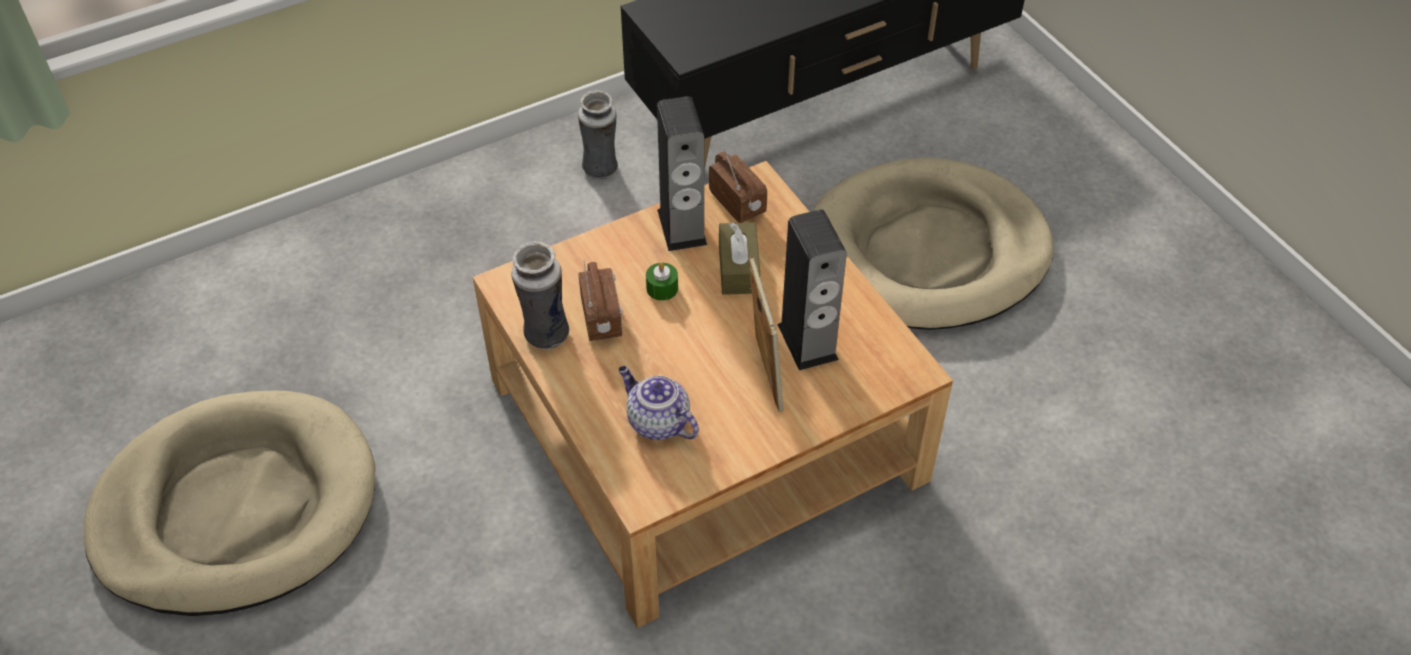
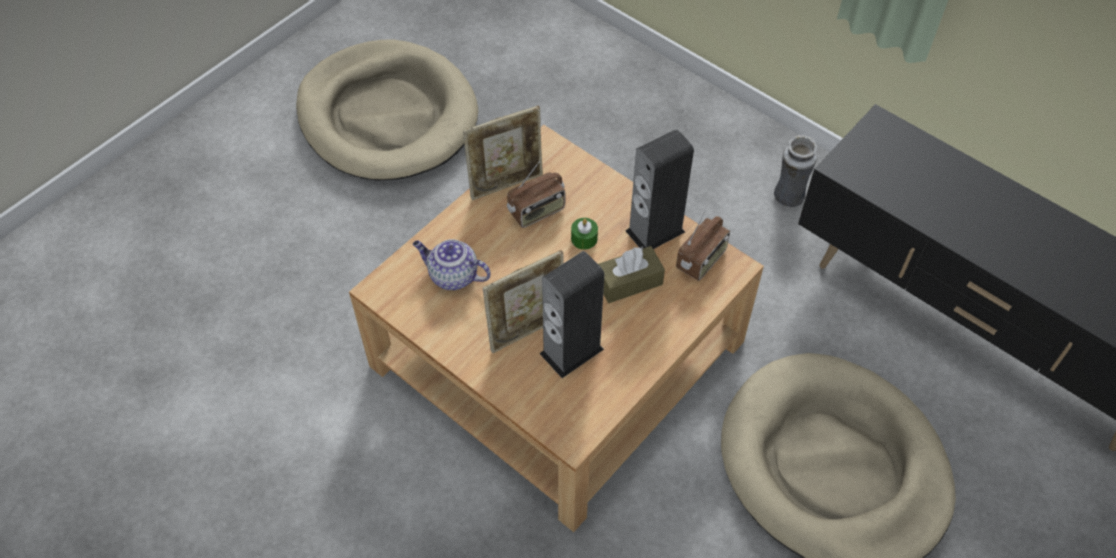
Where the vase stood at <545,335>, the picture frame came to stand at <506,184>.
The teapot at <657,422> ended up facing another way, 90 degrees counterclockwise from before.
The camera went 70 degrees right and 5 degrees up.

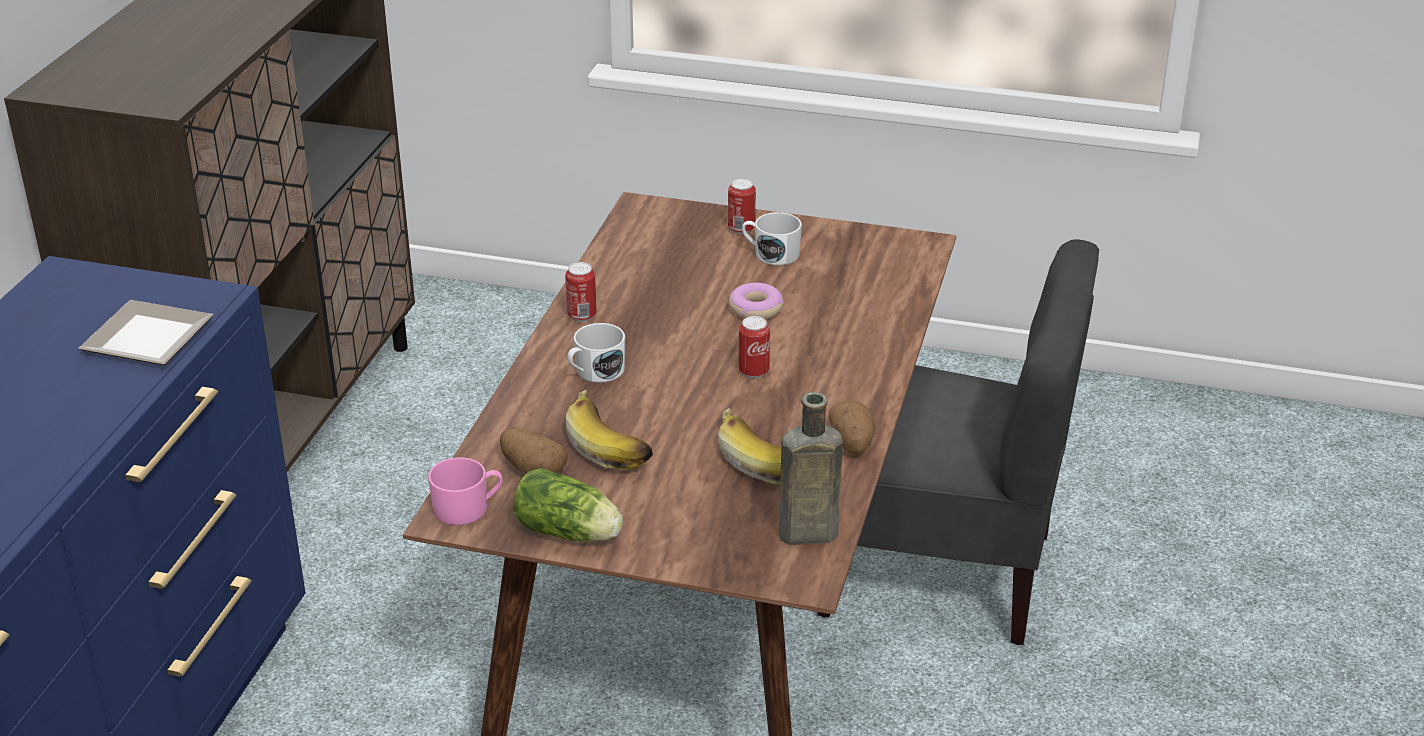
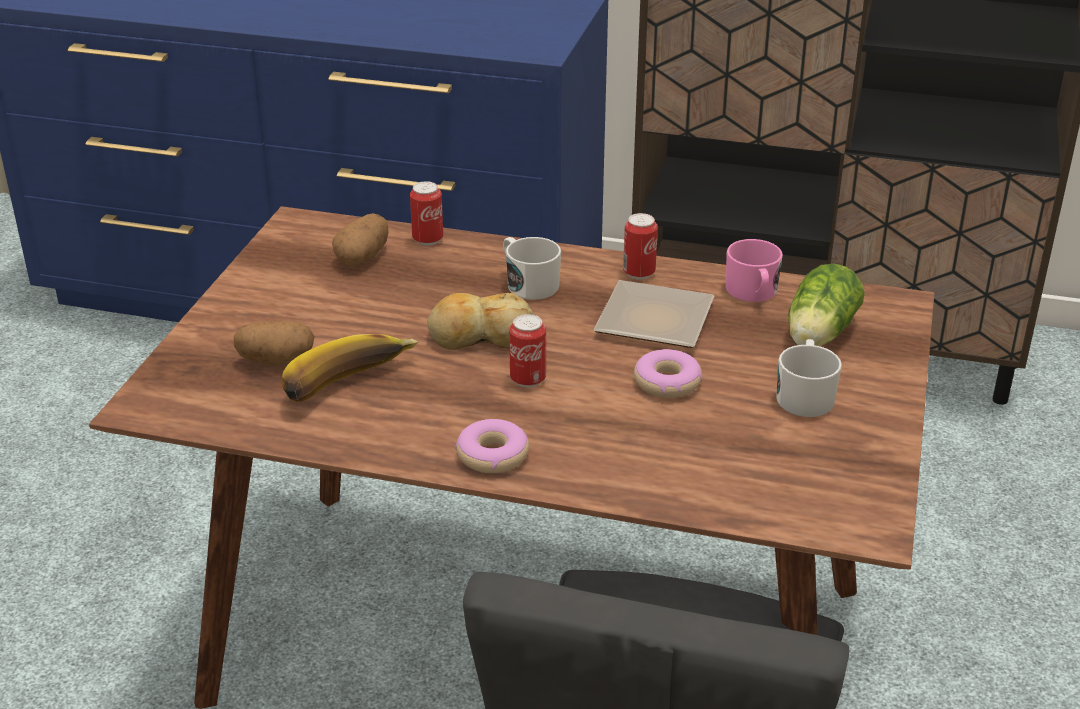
The plate ended up elsewhere, having gone from <153,337> to <657,323>.
The mug (pink) ended up elsewhere, having gone from <468,508> to <753,292>.
The lettuce ended up elsewhere, having gone from <571,533> to <818,335>.
The second view lost the banana at <613,445>.
The can ended up elsewhere, having gone from <741,229> to <427,240>.
The second view lost the bottle (brown) at <803,534>.
The potato ended up elsewhere, having gone from <852,443> to <276,360>.
The second view gained the bread at <480,336>.
The second view gained the donut at <493,455>.
The camera went 90 degrees right and 0 degrees up.

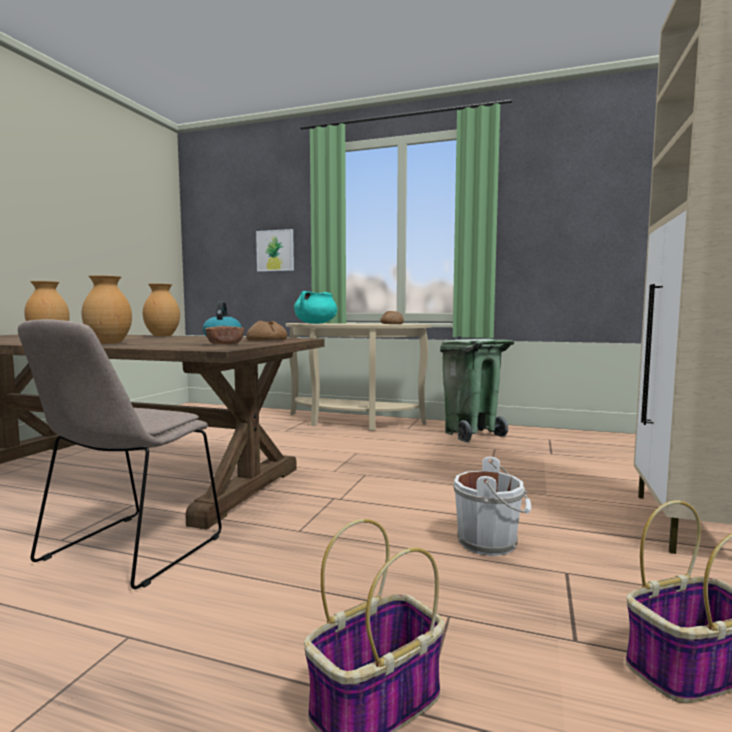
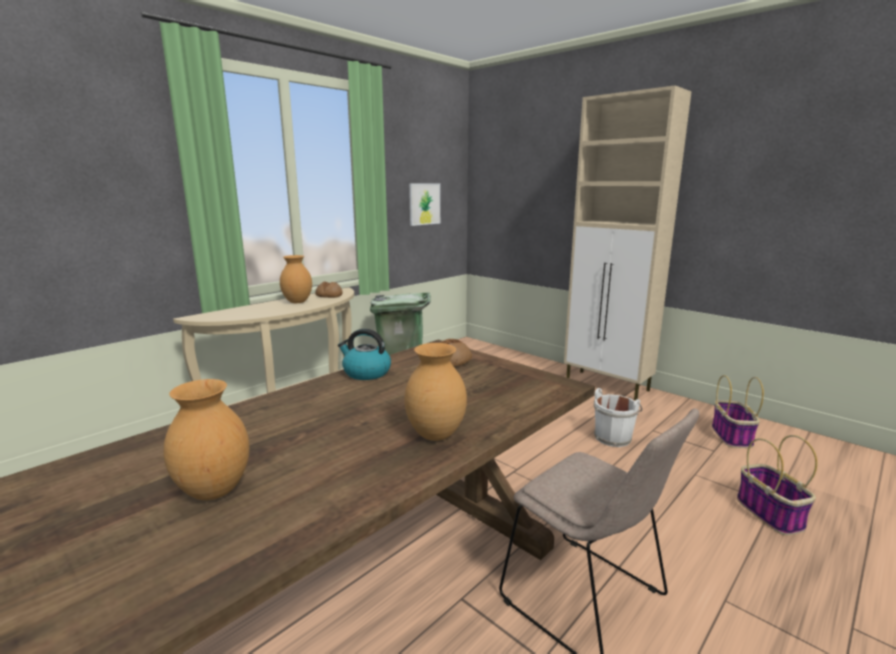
The vase (brown) ended up elsewhere, having gone from <162,336> to <297,302>.
The second view lost the bowl (brown) at <225,344>.
The picture ended up elsewhere, having gone from <275,250> to <424,204>.
The second view lost the cooking pot (turquoise) at <316,323>.
The camera went 65 degrees left and 10 degrees up.

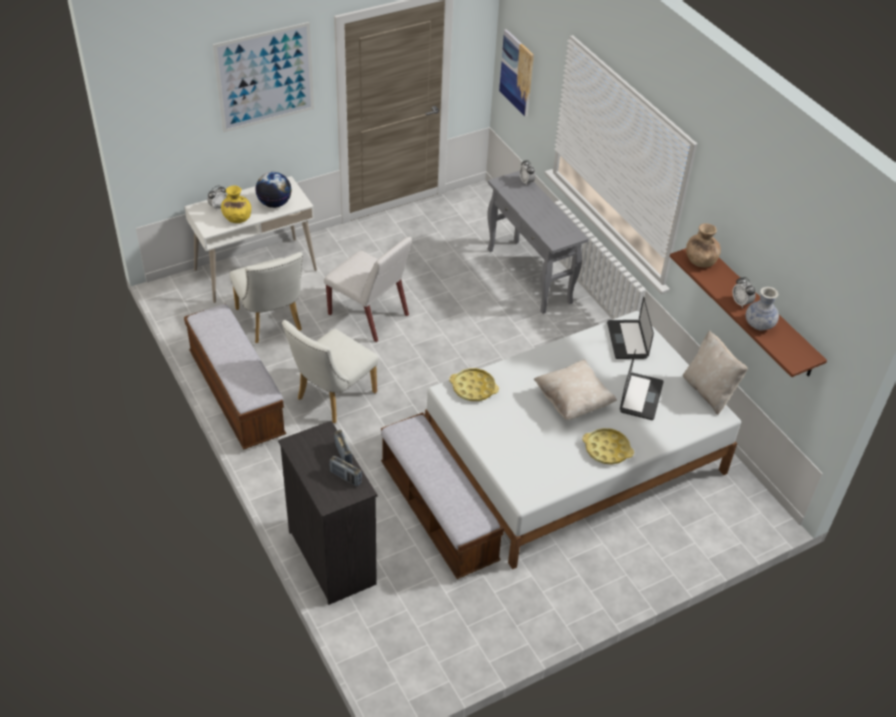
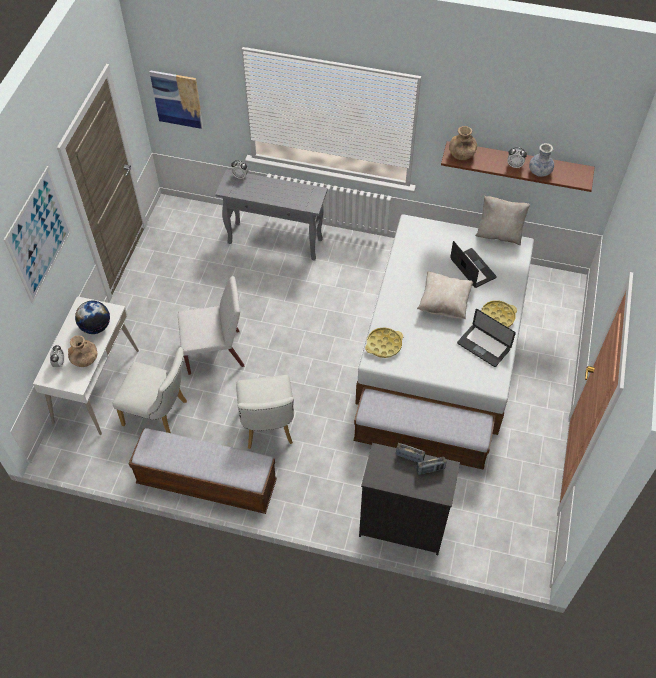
What was the vase (yellow) at <237,218> turned into the vase (brown) at <85,360>.
The laptop ended up elsewhere, having gone from <627,340> to <483,346>.
The camera went 45 degrees left and 10 degrees up.

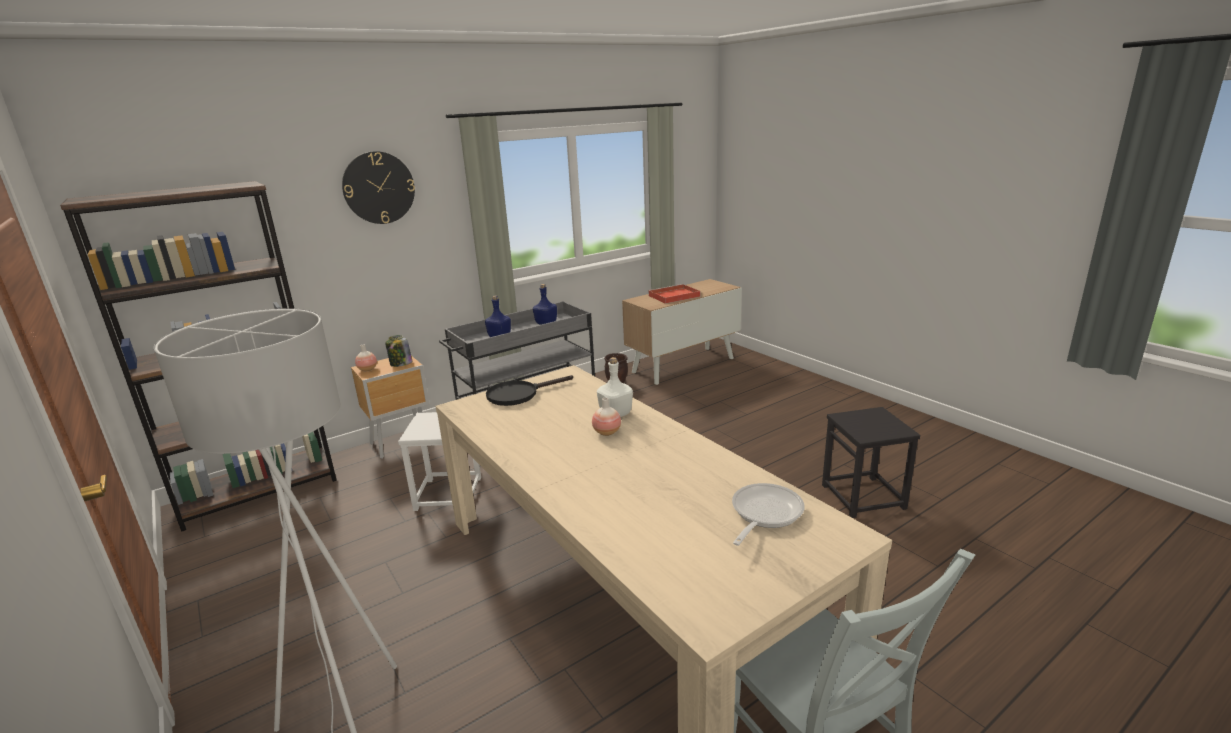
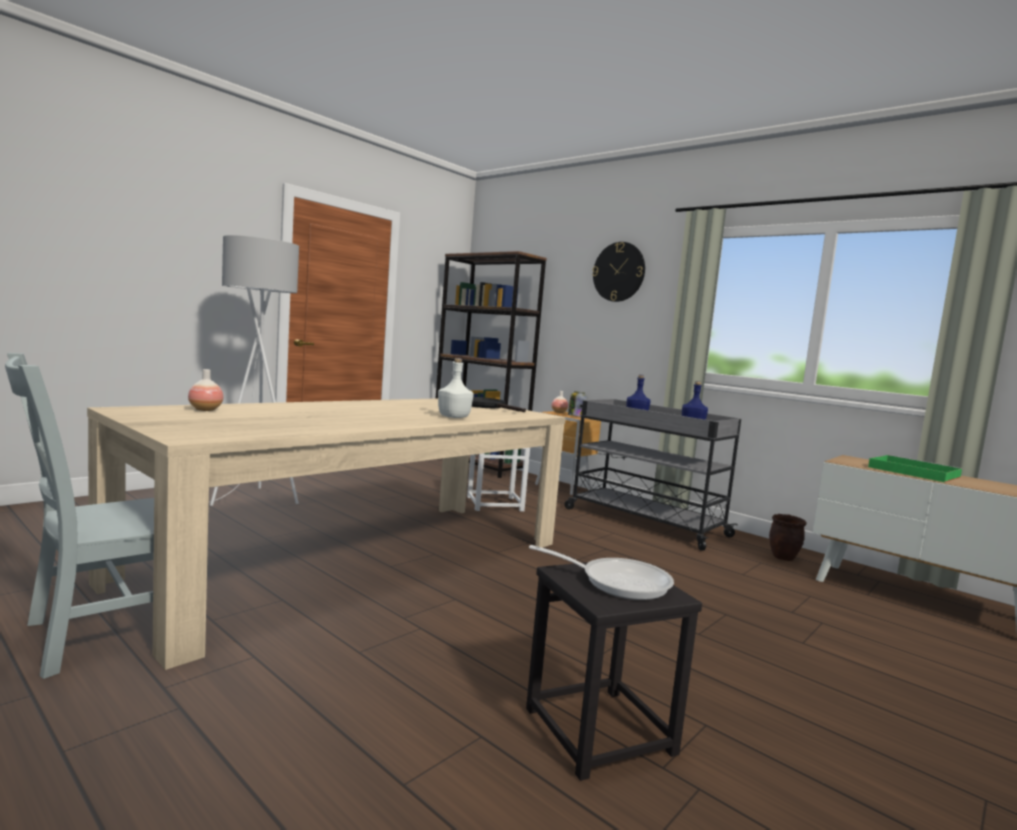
The vase ended up elsewhere, having gone from <607,432> to <205,410>.
What was the tray (red) at <673,296> turned into the tray (green) at <911,472>.
The frying pan ended up elsewhere, having gone from <763,514> to <617,582>.
The camera went 75 degrees right and 15 degrees down.

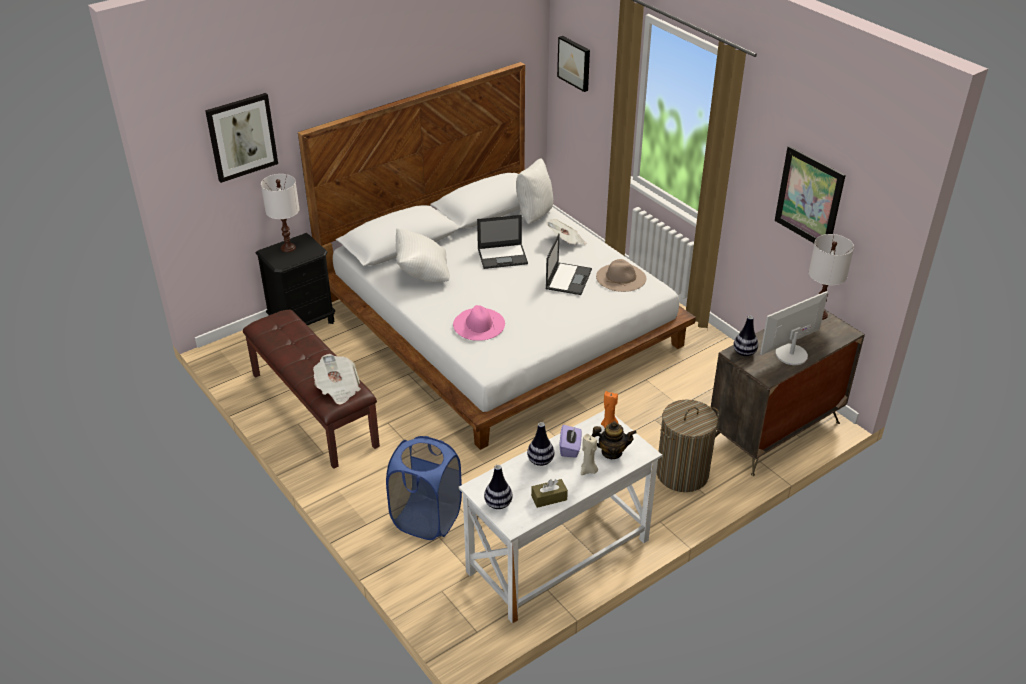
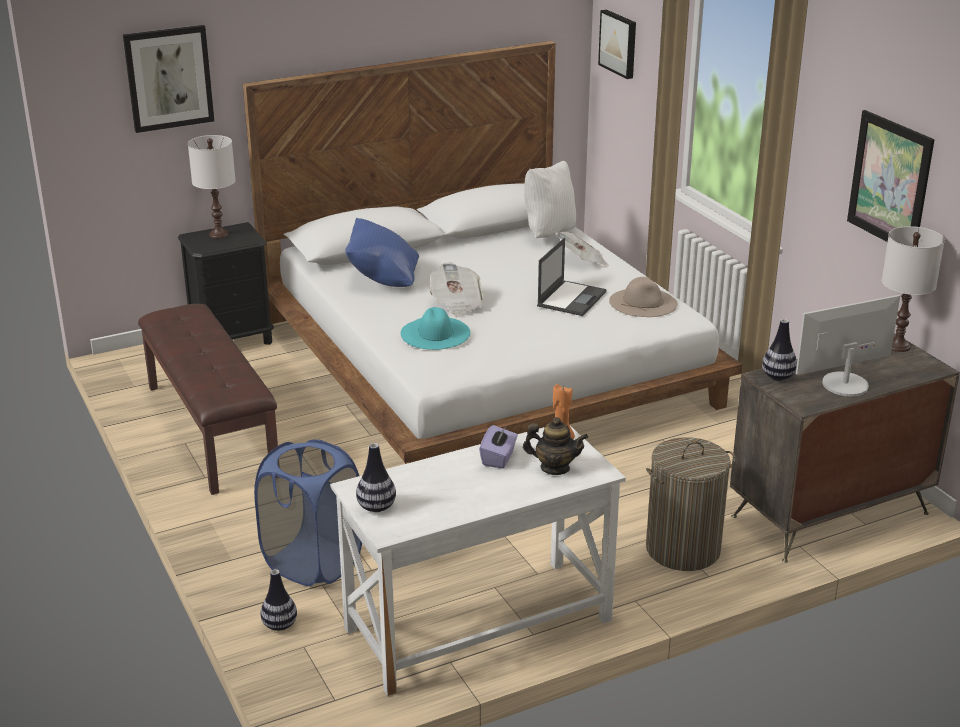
The newspaper ended up elsewhere, having gone from <338,388> to <456,303>.
What was the pillow (white) at <423,274> turned into the pillow (blue) at <383,279>.
What was the hat (pink) at <479,324> turned into the hat (turquoise) at <435,333>.
The second view lost the laptop at <503,256>.
The vase ended up elsewhere, having gone from <540,461> to <280,625>.
The second view lost the tissue box (brown) at <549,498>.
The second view lost the candle (beige) at <588,470>.
The camera went 10 degrees right and 10 degrees down.

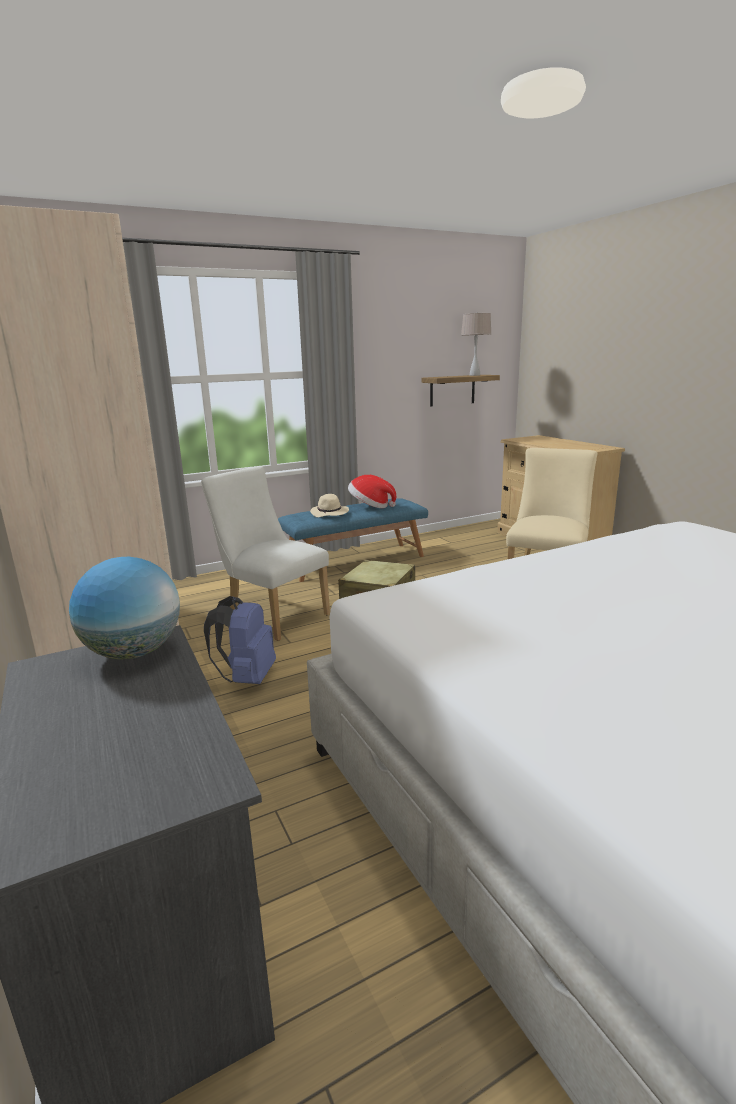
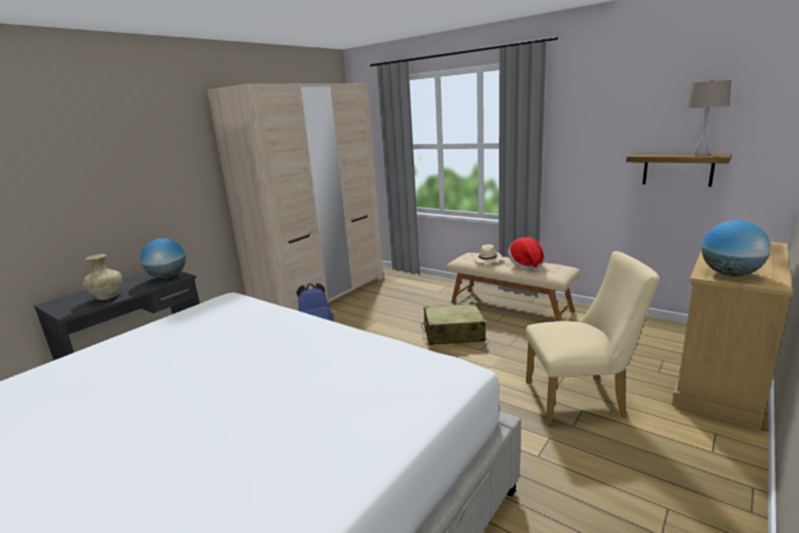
The second view lost the chair (white) at <272,615>.
What was the bench (blue) at <355,561> turned into the bench (beige) at <510,306>.
The second view gained the vase (beige) at <108,297>.
The second view gained the globe at <730,274>.
The camera went 65 degrees right and 0 degrees up.

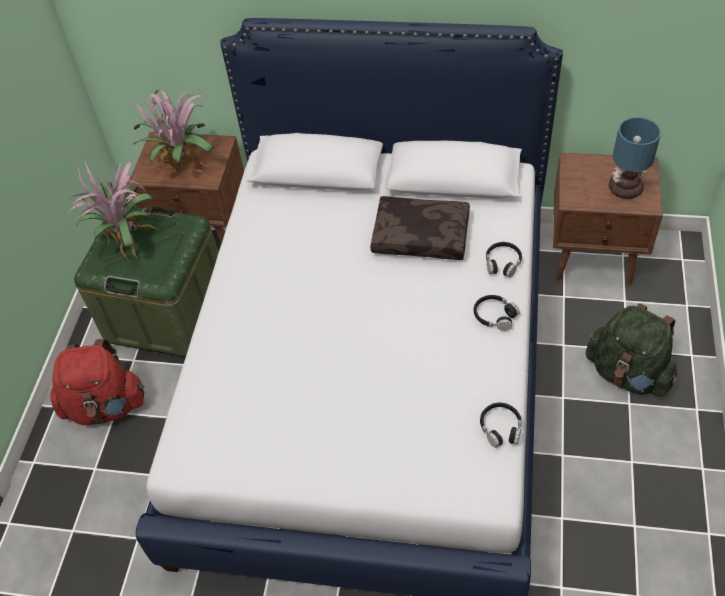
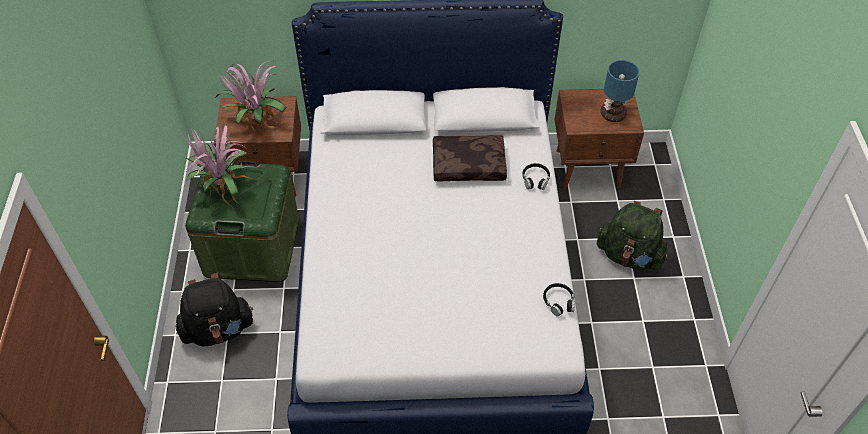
What was the backpack (red) at <105,406> turned into the backpack (black) at <218,329>.
The second view lost the headphones (black) at <494,316>.
The camera went 15 degrees left and 0 degrees up.

